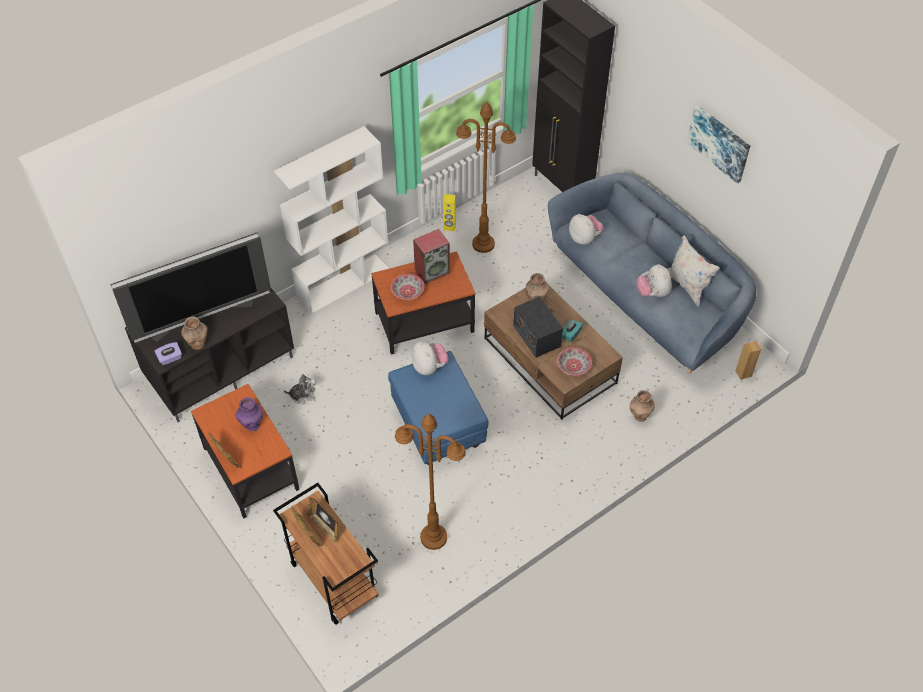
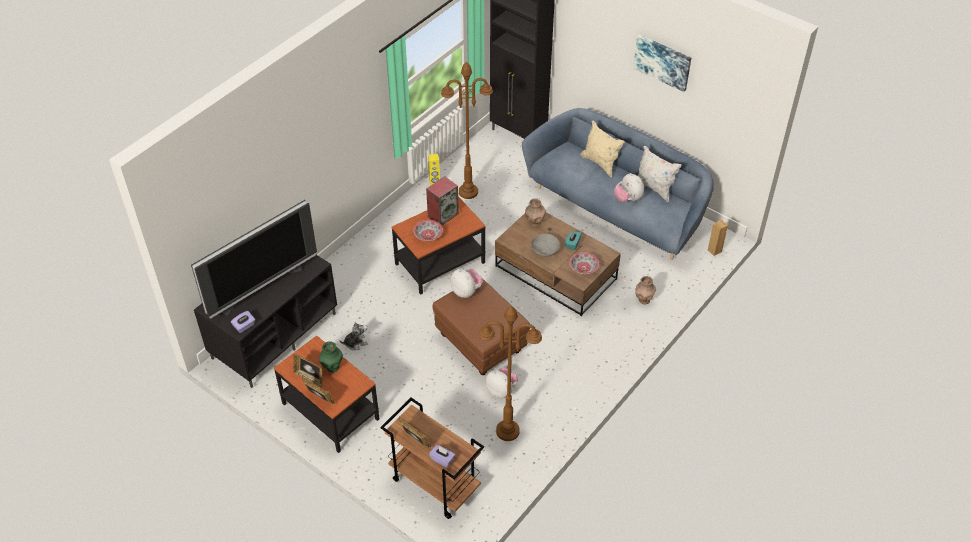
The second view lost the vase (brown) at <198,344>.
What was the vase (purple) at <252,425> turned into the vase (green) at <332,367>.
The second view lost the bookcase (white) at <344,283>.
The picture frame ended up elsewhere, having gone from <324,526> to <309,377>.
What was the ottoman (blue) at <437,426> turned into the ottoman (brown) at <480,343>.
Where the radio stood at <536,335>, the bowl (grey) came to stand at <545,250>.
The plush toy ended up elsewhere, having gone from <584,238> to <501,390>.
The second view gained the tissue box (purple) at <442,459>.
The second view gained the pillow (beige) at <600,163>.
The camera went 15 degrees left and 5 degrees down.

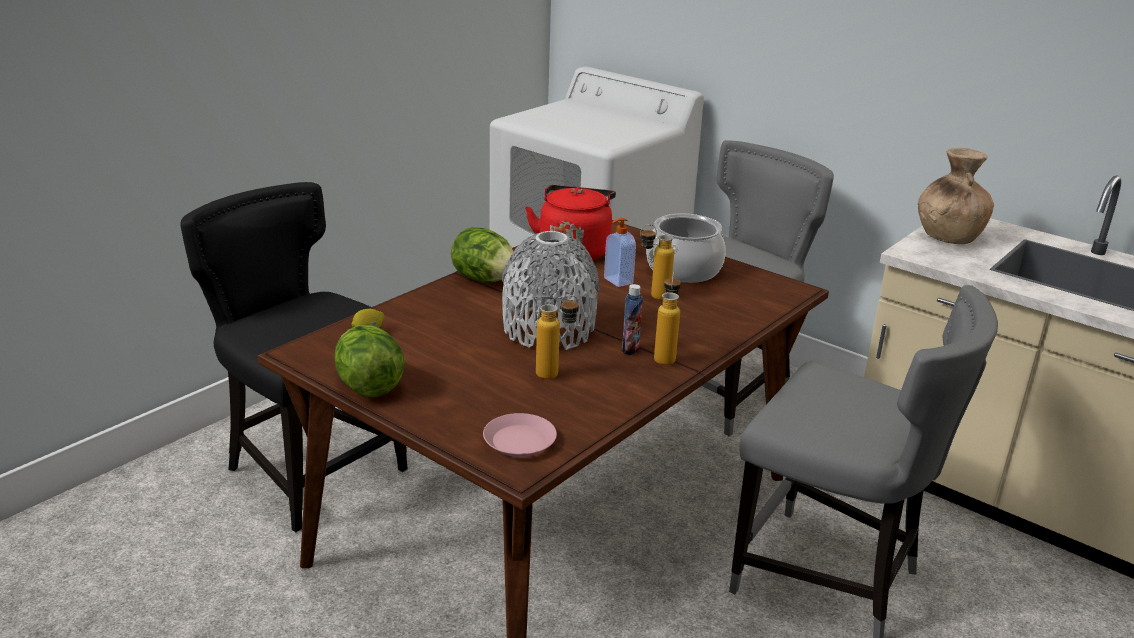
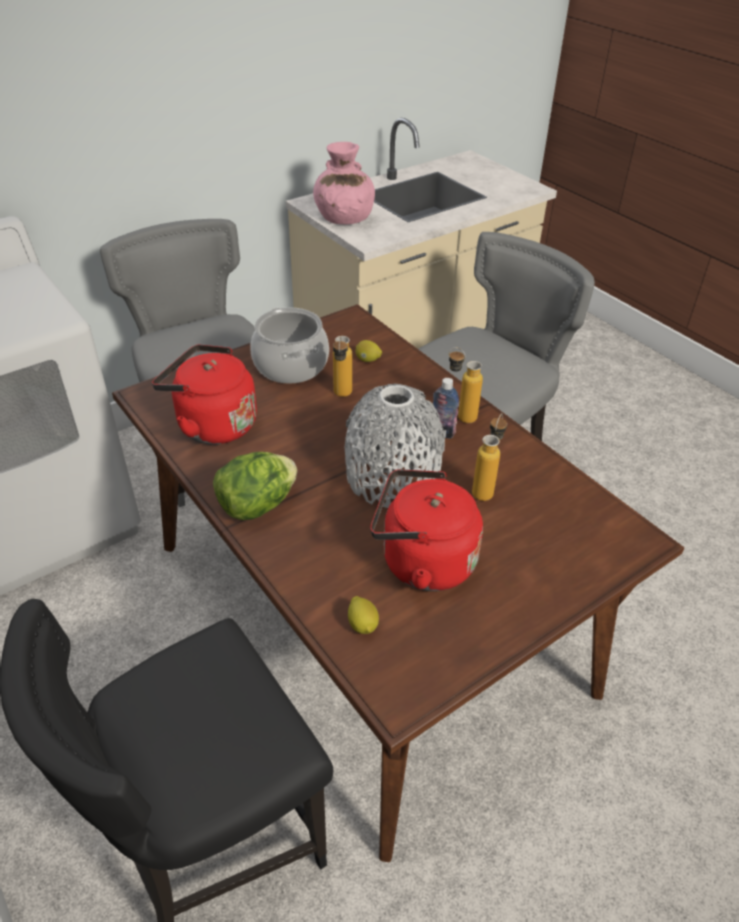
The second view lost the lettuce at <369,386>.
The second view lost the plate (pink) at <519,441>.
The second view lost the soap dispenser at <617,281>.
What was the vase (brown) at <947,236> turned into the vase (pink) at <343,218>.
The second view gained the lemon at <367,360>.
The second view gained the kettle (red) at <422,562>.
The camera went 75 degrees left and 15 degrees up.

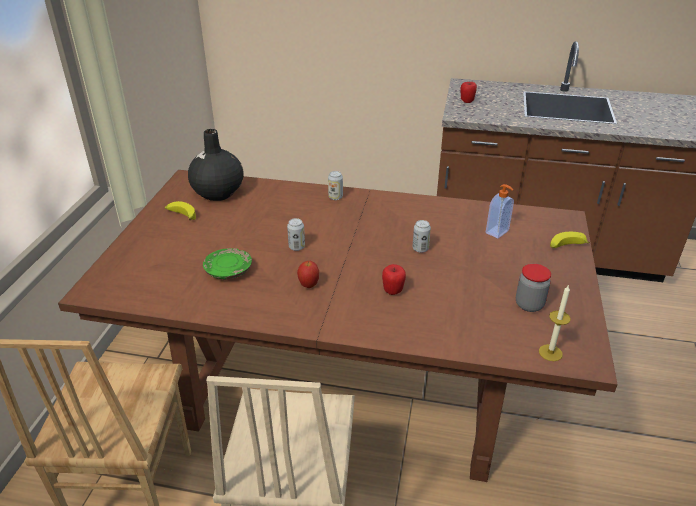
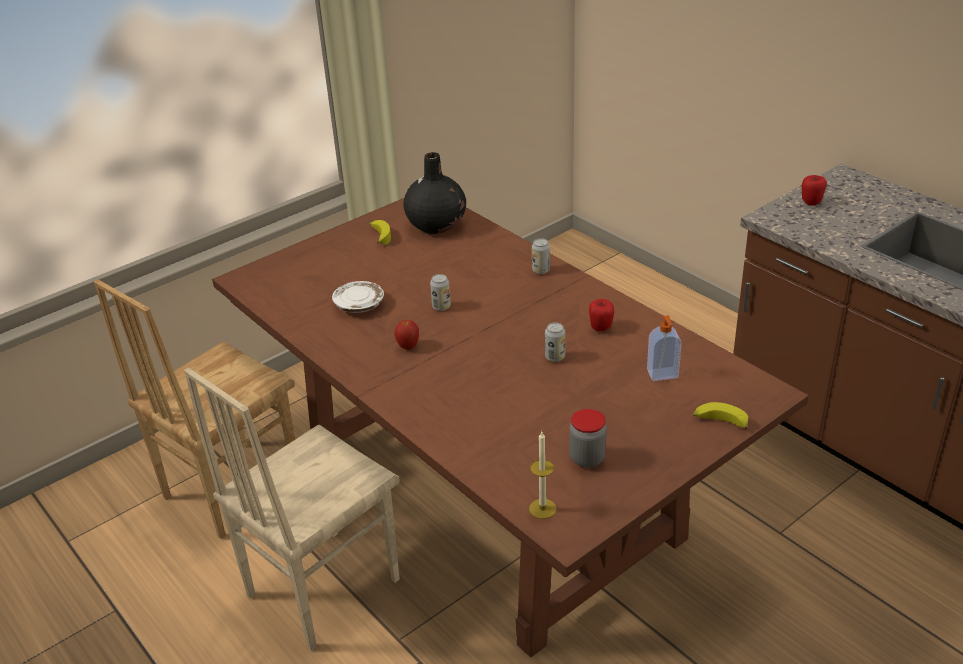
What was the plate (green) at <228,270> turned into the plate (white) at <359,304>.
The apple ended up elsewhere, having gone from <393,291> to <601,328>.
The camera went 40 degrees right and 0 degrees up.

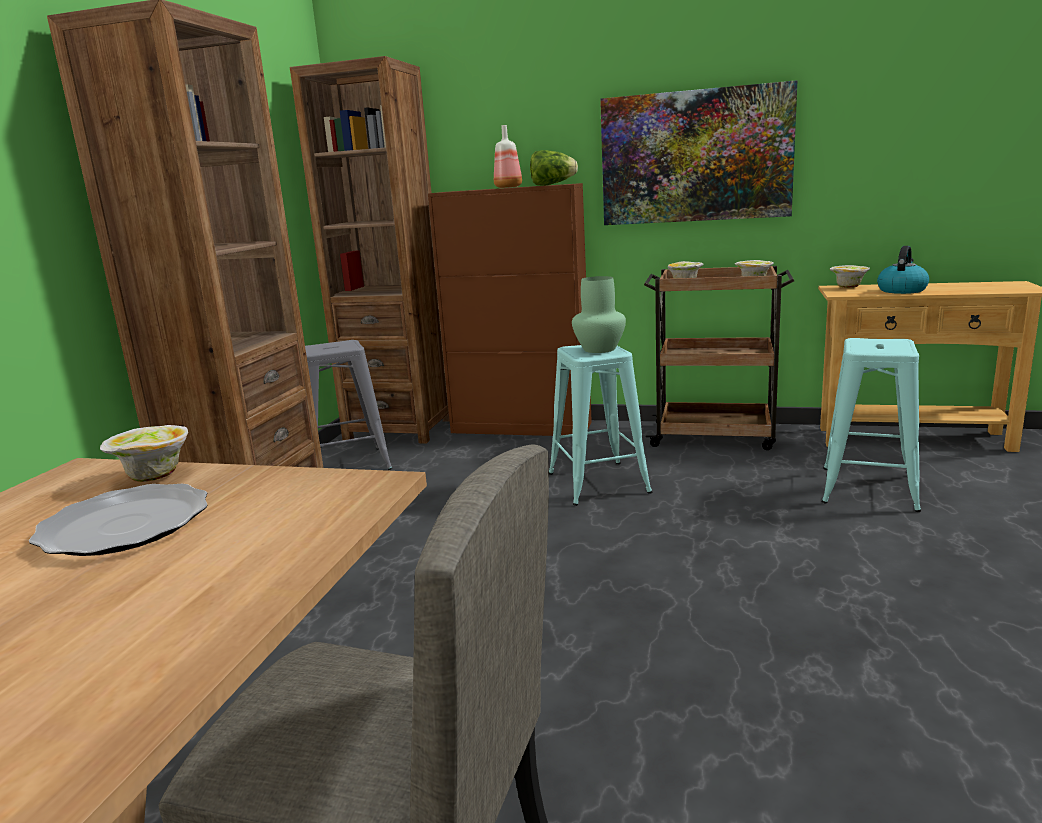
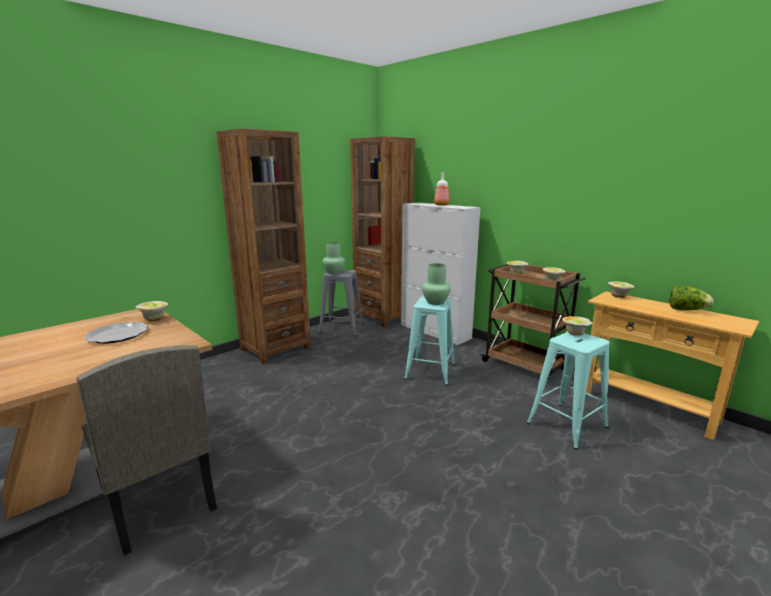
What was the cabinet (brown) at <522,428> turned into the cabinet (white) at <435,331>.
The lettuce ended up elsewhere, having gone from <552,184> to <686,310>.
The second view lost the picture at <695,157>.
The second view lost the kettle at <901,290>.
The second view gained the vase (green) at <334,272>.
The second view gained the bowl at <575,334>.
The camera went 30 degrees right and 0 degrees up.

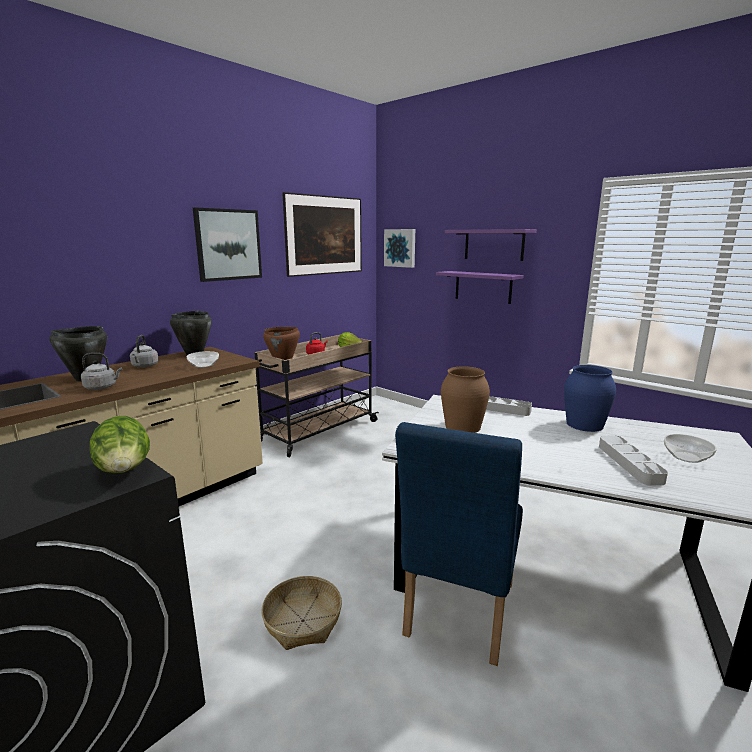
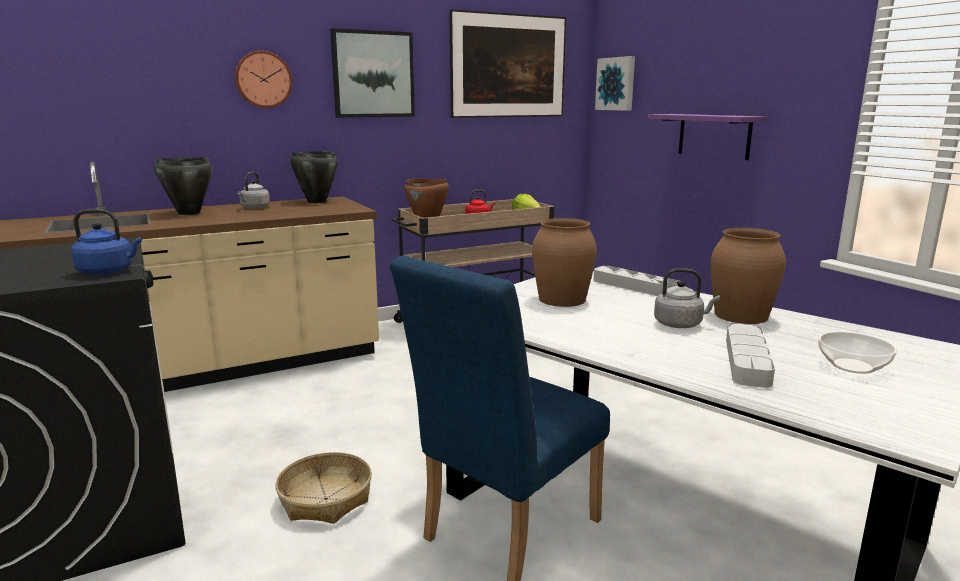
The kettle (grey) ended up elsewhere, having gone from <102,387> to <680,324>.
Where the lettuce stood at <125,472>, the kettle (blue) came to stand at <109,271>.
The second view lost the bowl at <203,365>.
The second view lost the shelf (purple) at <494,244>.
What was the vase (blue) at <584,424> turned into the vase (brown) at <740,315>.
The second view gained the wall clock at <263,79>.
The camera went 20 degrees right and 0 degrees up.

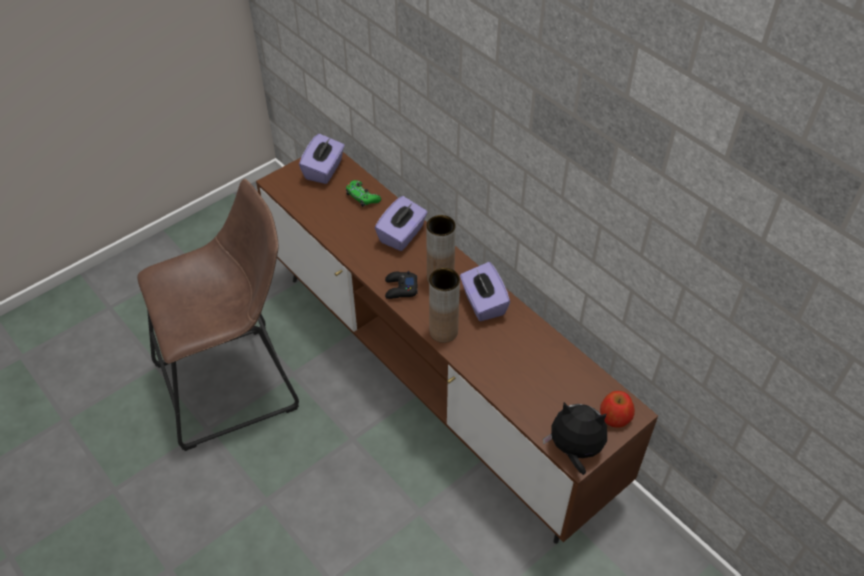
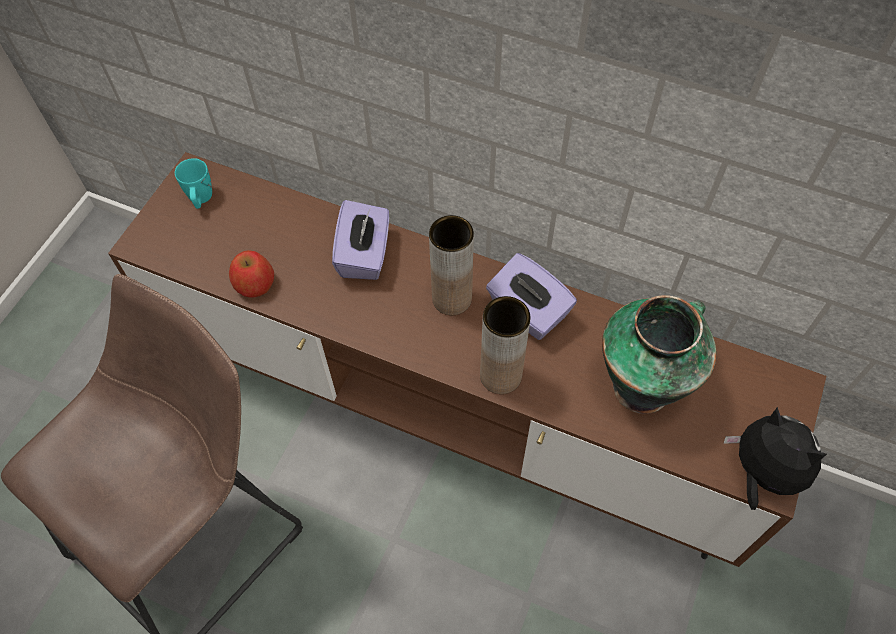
Where the tissue box (purple) stood at <324,170>, the mug (turquoise) came to stand at <200,199>.
The second view lost the game controller (green) at <362,197>.
The second view lost the game controller (black) at <400,289>.
The plush toy at <574,450> ended up facing another way, 60 degrees clockwise from before.
The apple ended up elsewhere, having gone from <615,416> to <255,283>.
The second view gained the vase at <643,385>.
The camera went 25 degrees left and 10 degrees up.

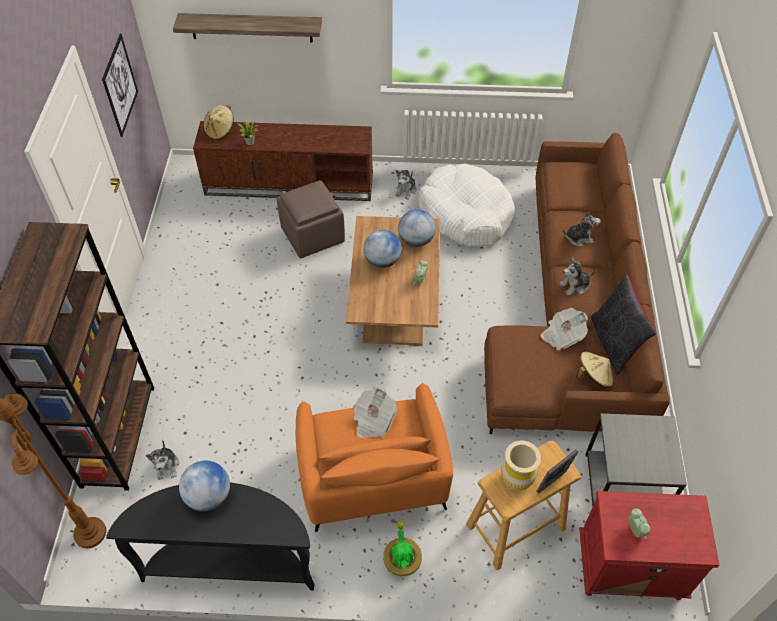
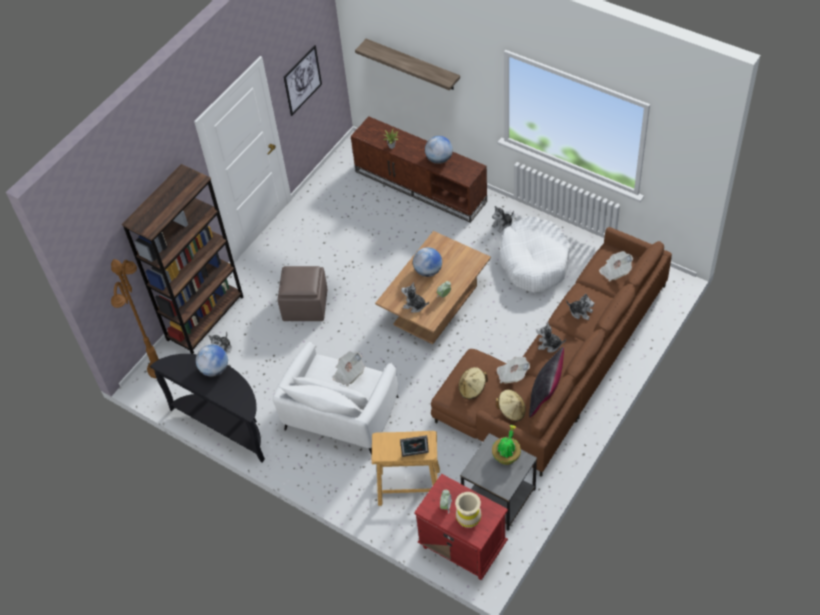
The hat (beige) ended up elsewhere, having gone from <220,131> to <472,389>.
The ottoman (brown) ended up elsewhere, having gone from <312,235> to <305,306>.
What was the armchair (orange) at <372,478> turned into the armchair (white) at <340,415>.
The potted plant ended up elsewhere, having gone from <402,561> to <506,455>.
The globe ended up elsewhere, having gone from <416,240> to <439,159>.
The vase (beige) ended up elsewhere, having gone from <516,478> to <468,519>.
The second view gained the plush toy at <414,305>.
The second view gained the newspaper at <615,271>.
The camera went 35 degrees right and 0 degrees up.

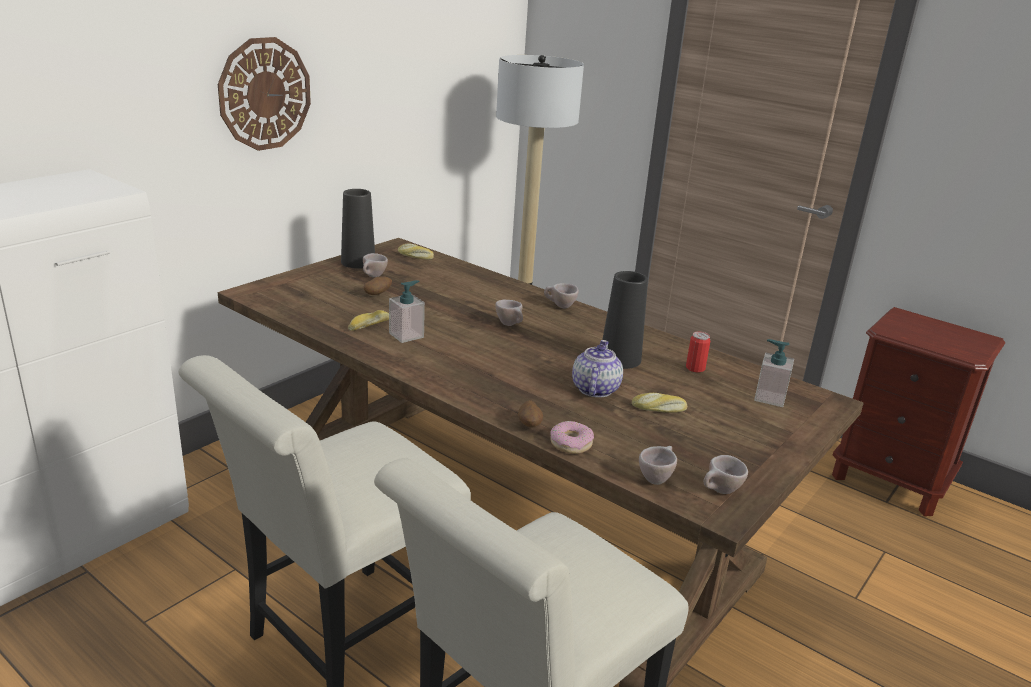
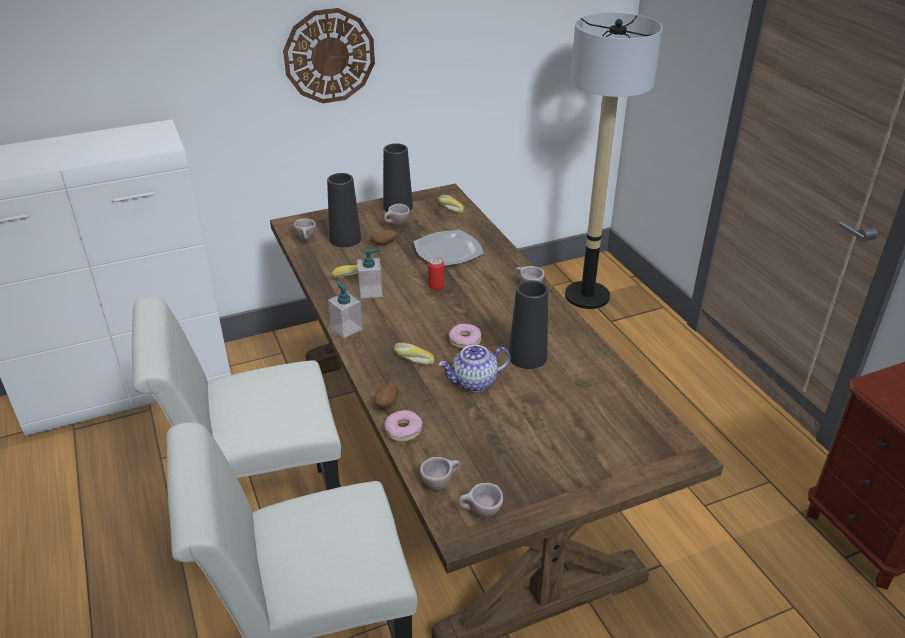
The cup (beige) ended up elsewhere, having gone from <510,325> to <306,240>.
The teapot at <594,389> ended up facing another way, 150 degrees counterclockwise from before.
The bread ended up elsewhere, having gone from <658,409> to <413,358>.
The can ended up elsewhere, having gone from <695,368> to <436,286>.
The soap dispenser ended up elsewhere, having gone from <769,398> to <346,328>.
The second view gained the vase (black) at <345,239>.
The second view gained the plate at <447,250>.
The second view gained the donut at <465,341>.
The camera went 30 degrees right and 10 degrees up.

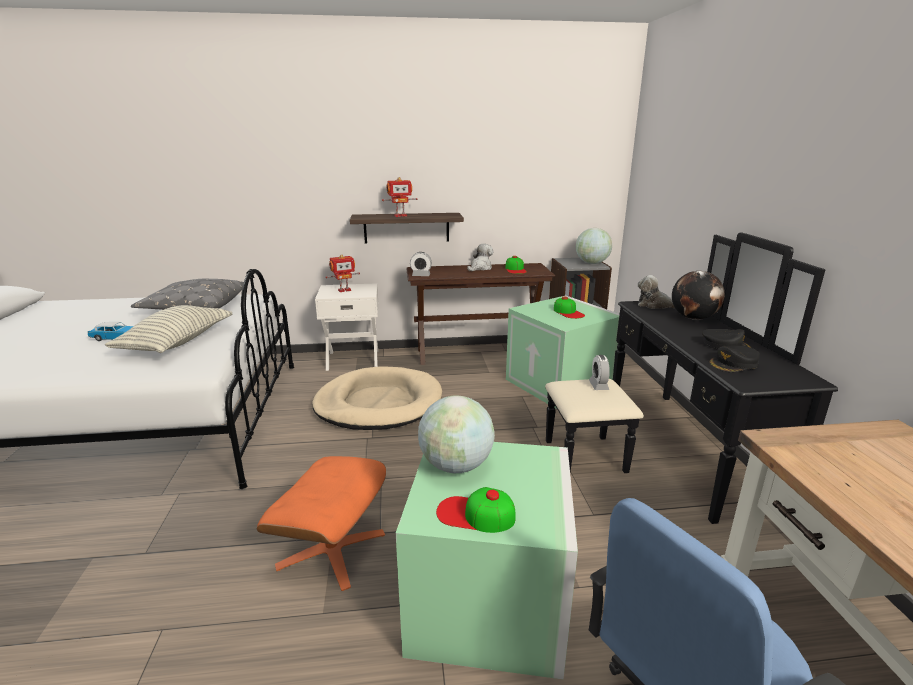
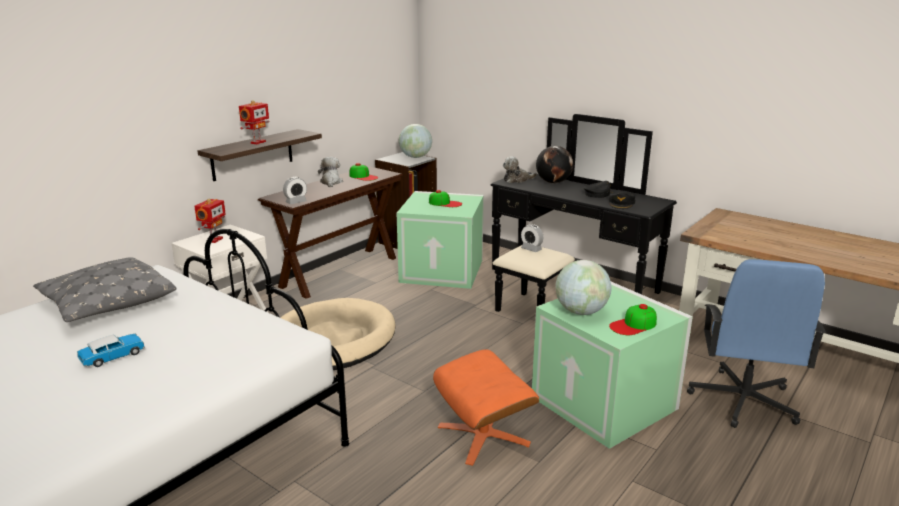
The second view lost the pillow at <177,343>.
The camera went 45 degrees left and 0 degrees up.

